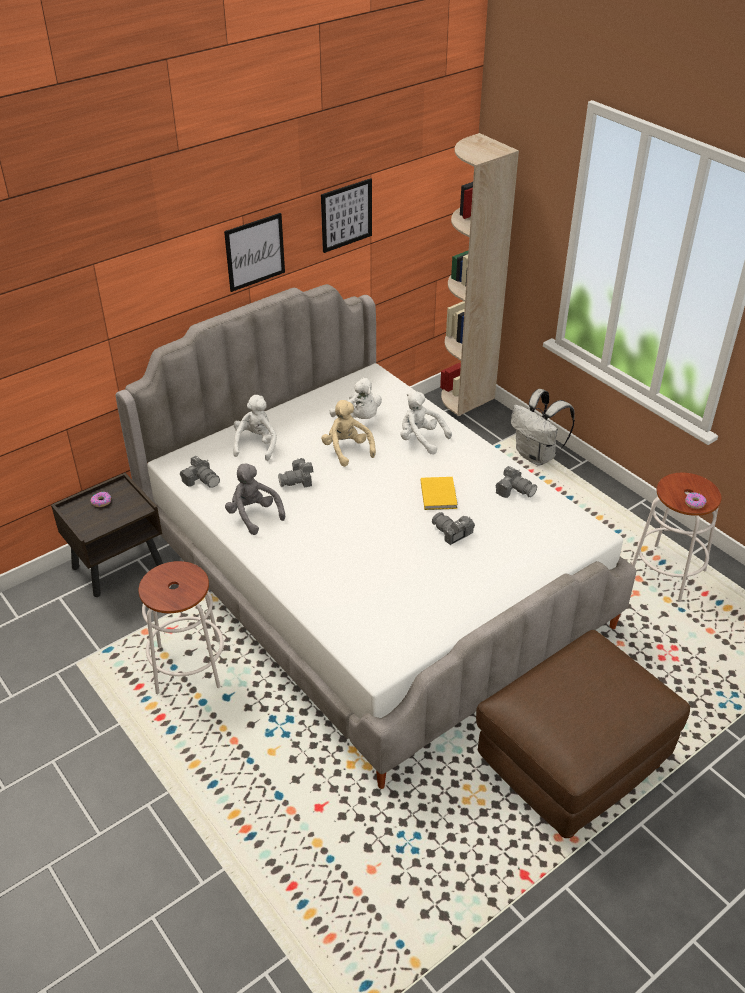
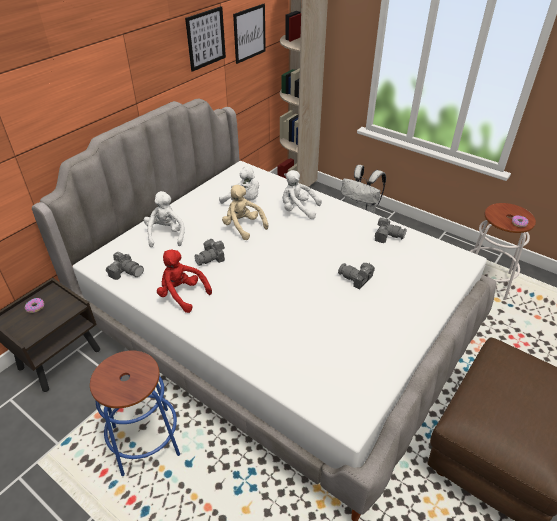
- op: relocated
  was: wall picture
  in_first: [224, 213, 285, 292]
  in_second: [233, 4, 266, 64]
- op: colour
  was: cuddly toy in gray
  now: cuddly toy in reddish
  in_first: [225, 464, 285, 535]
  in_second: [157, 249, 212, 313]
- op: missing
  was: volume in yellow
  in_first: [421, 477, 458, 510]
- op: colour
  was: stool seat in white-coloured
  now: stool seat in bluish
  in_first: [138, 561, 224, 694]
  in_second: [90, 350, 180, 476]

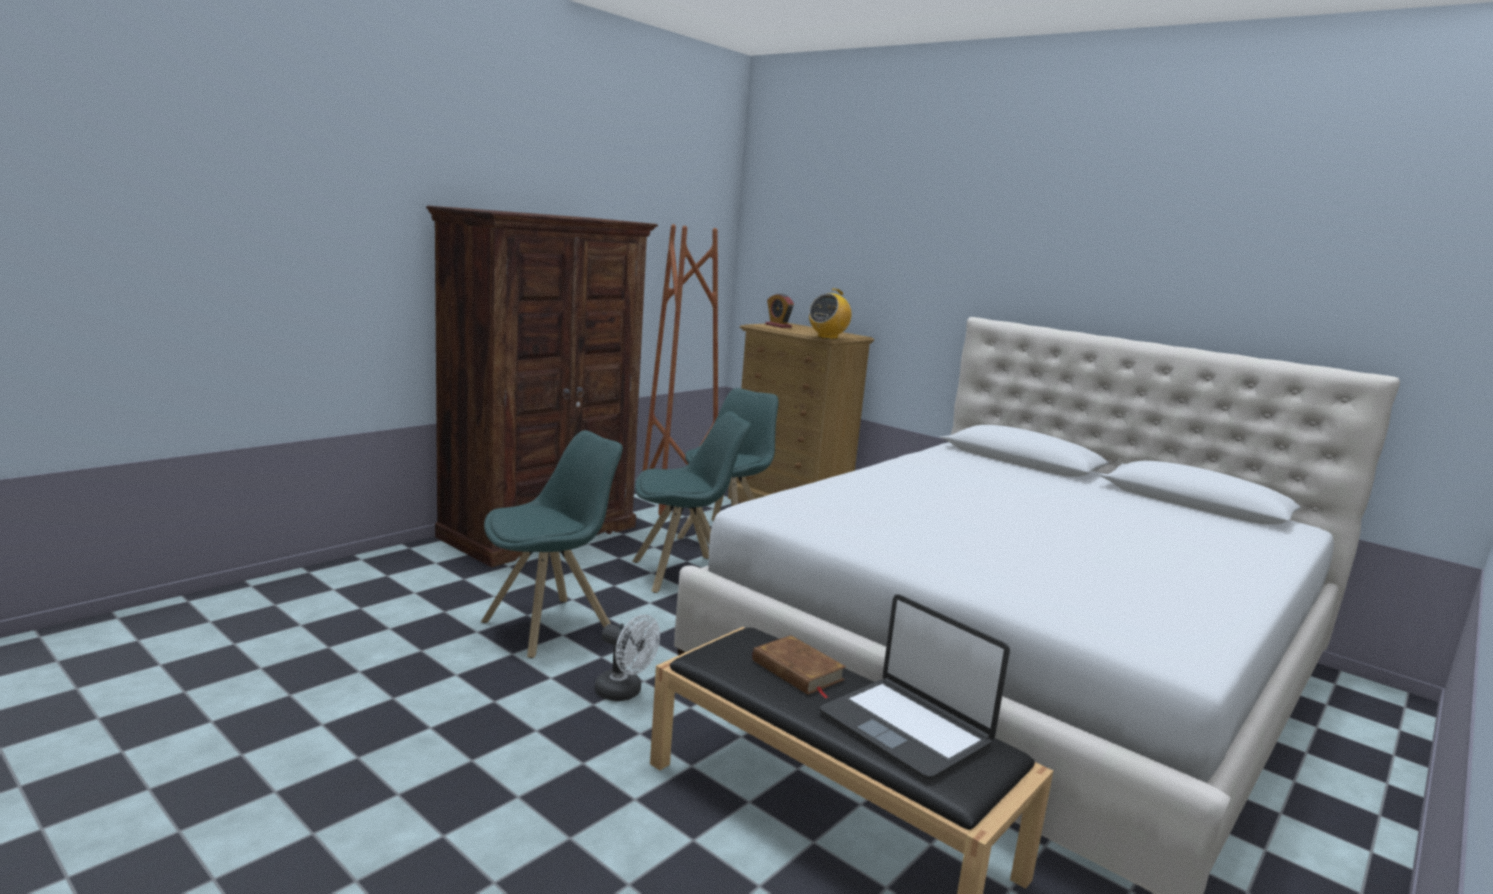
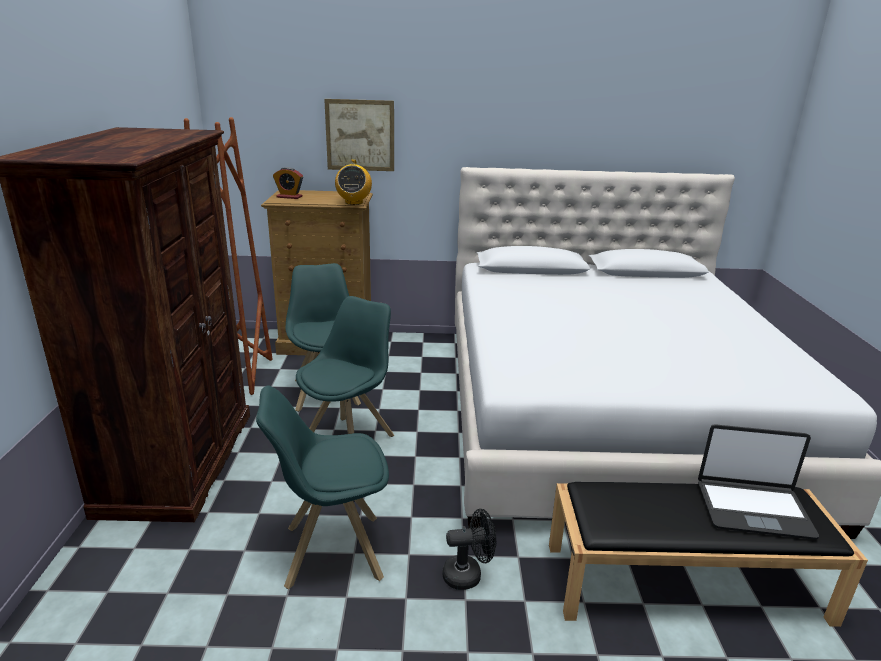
- op: spun
  was: upright chair in turquoise-coloured
  in_first: [481, 430, 623, 658]
  in_second: [256, 386, 389, 589]
  clockwise: -105
- op: colour
  was: cooling fan in white-coloured
  now: cooling fan in blackish
  in_first: [595, 615, 660, 701]
  in_second: [442, 509, 496, 590]
- op: missing
  was: volume in brownish
  in_first: [752, 635, 846, 698]
- op: appeared
  now: wall picture
  in_second: [324, 99, 394, 171]

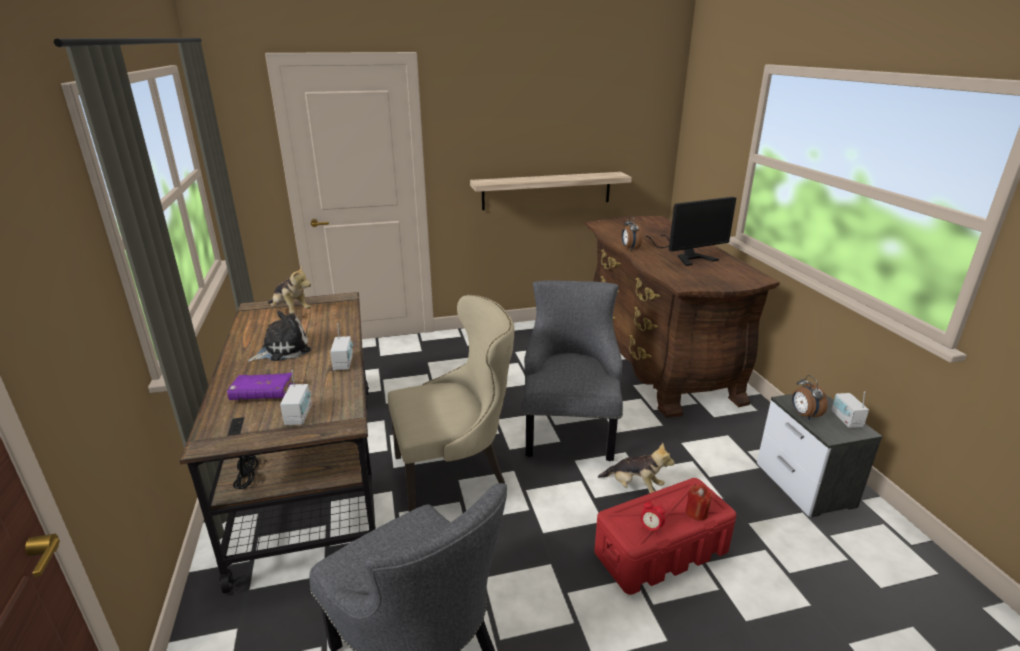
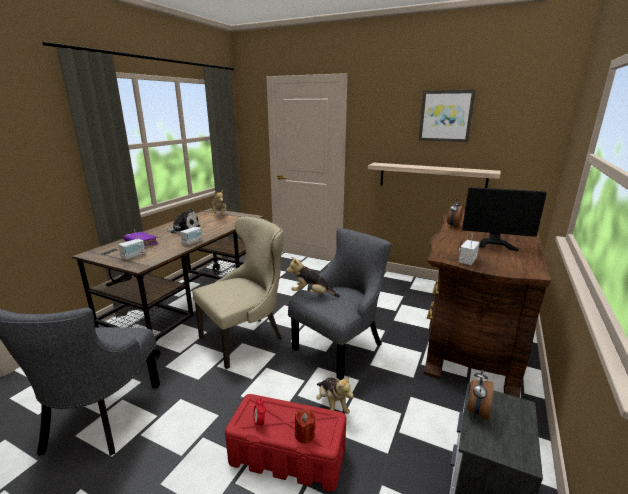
- op: spun
  was: upright chair in beige-coloured
  in_first: [388, 295, 514, 512]
  in_second: [193, 216, 284, 369]
  clockwise: -60
- op: relocated
  was: radio receiver
  in_first: [831, 391, 869, 428]
  in_second: [458, 233, 480, 265]
- op: appeared
  now: wall picture
  in_second: [419, 90, 476, 142]
- op: appeared
  now: cuddly toy
  in_second: [286, 257, 340, 297]

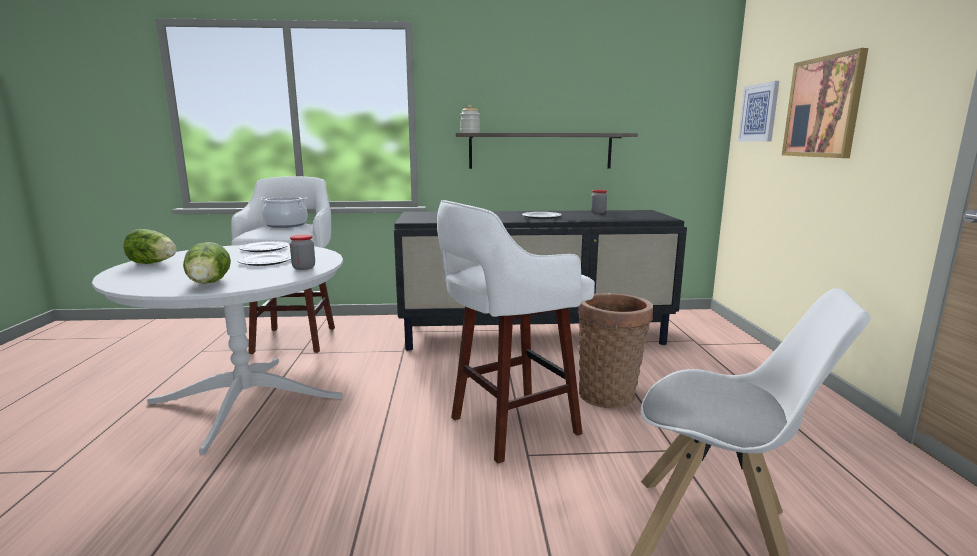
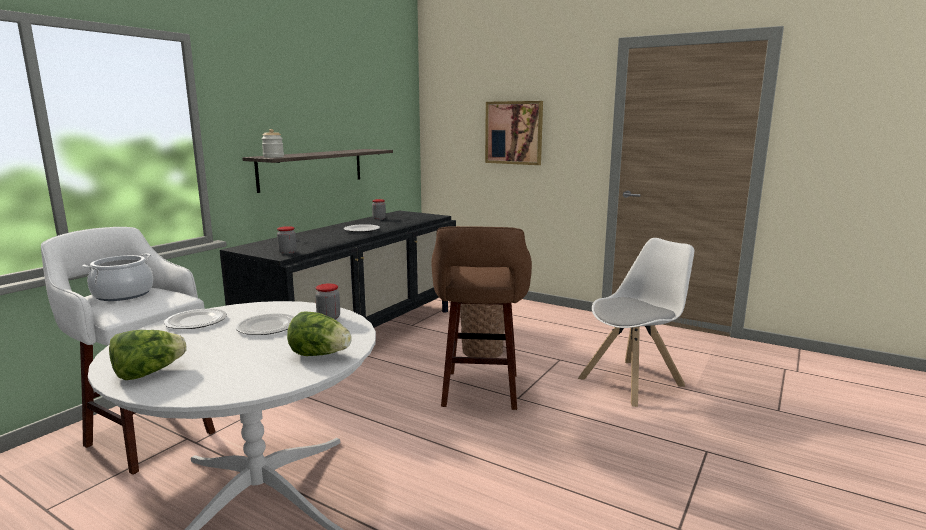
- op: missing
  was: wall picture
  in_first: [738, 81, 779, 141]
- op: colour
  was: stool seat in white-coloured
  now: stool seat in brownish
  in_first: [437, 200, 595, 463]
  in_second: [431, 226, 532, 410]
- op: appeared
  now: preserve jar
  in_second: [277, 226, 297, 254]

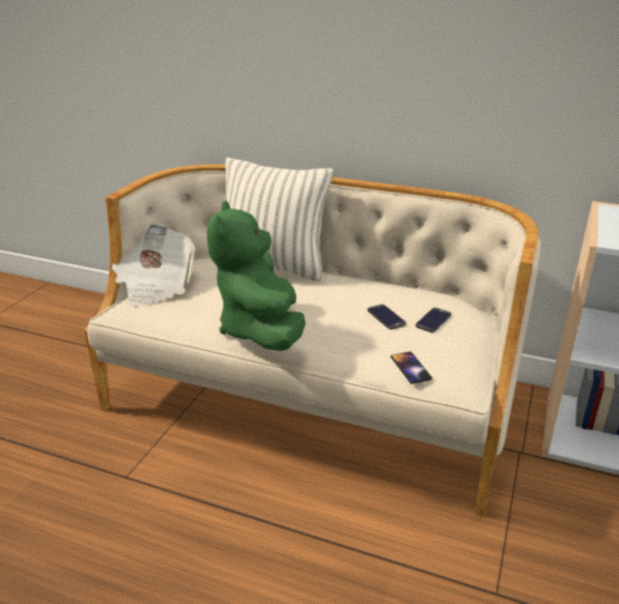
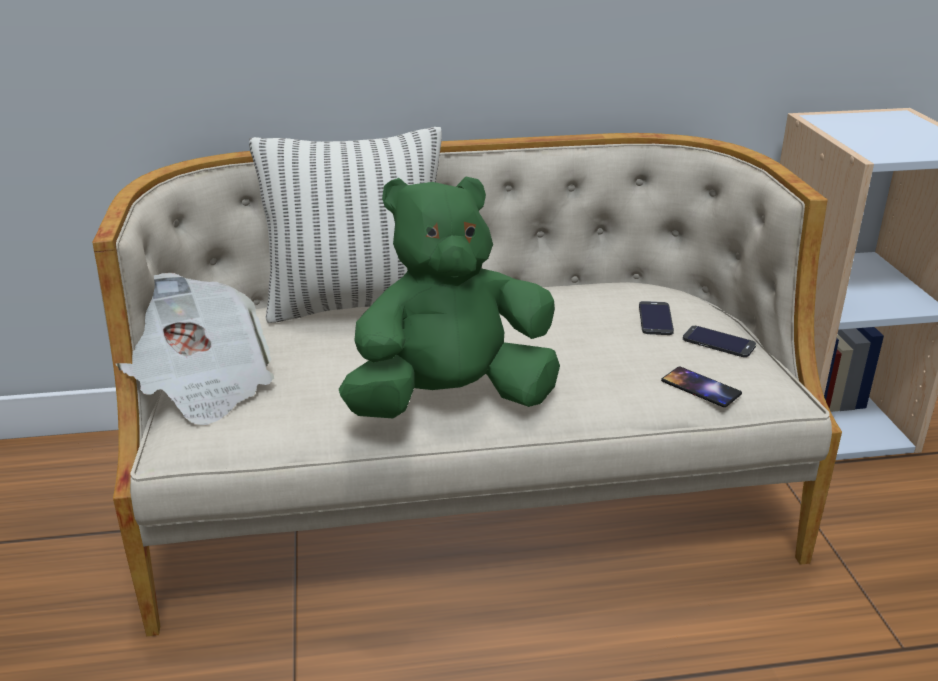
- op: spun
  was: cuddly toy in greenish
  in_first: [207, 201, 306, 351]
  in_second: [339, 176, 560, 418]
  clockwise: 105
- op: relocated
  was: phone
  in_first: [367, 304, 406, 329]
  in_second: [683, 326, 756, 357]

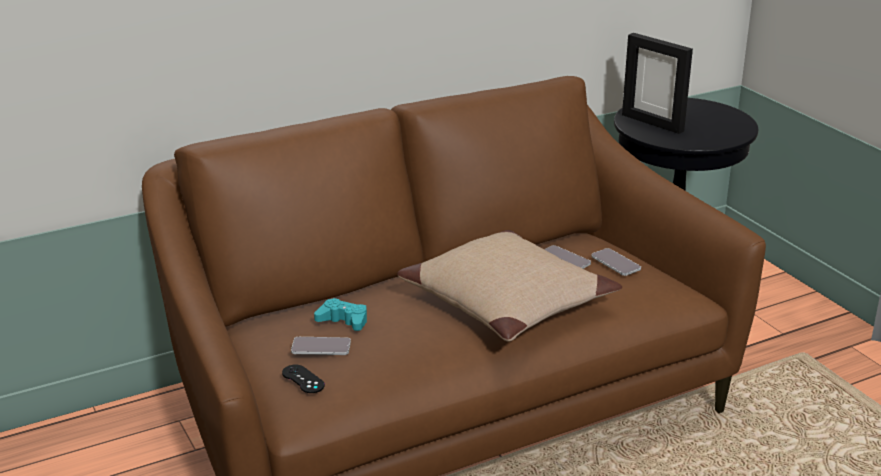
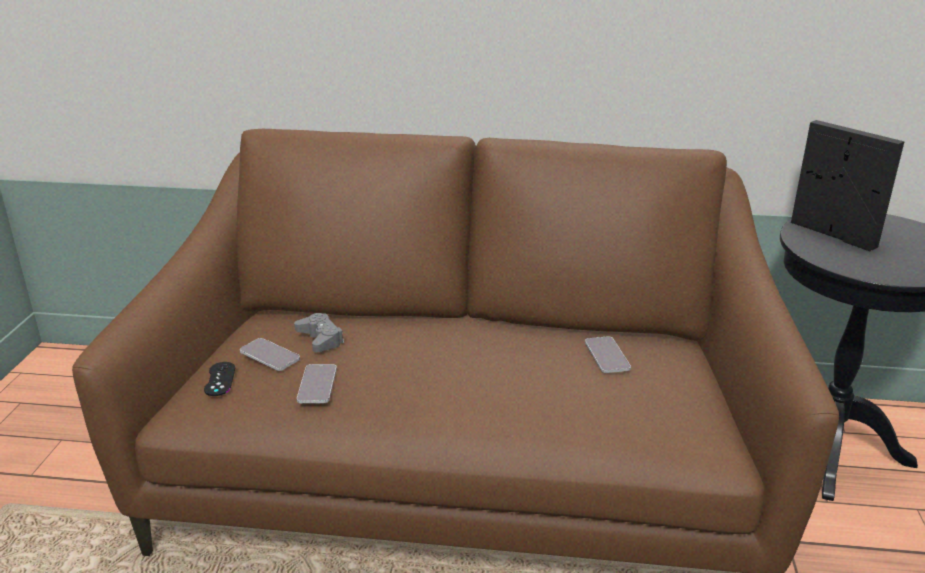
- op: spun
  was: picture frame
  in_first: [622, 33, 693, 134]
  in_second: [791, 120, 904, 252]
  clockwise: 150
- op: missing
  was: throw pillow in beige-coloured
  in_first: [397, 230, 622, 341]
- op: relocated
  was: phone
  in_first: [591, 248, 641, 276]
  in_second: [297, 364, 337, 403]
- op: colour
  was: joypad in turquoise-coloured
  now: joypad in gray
  in_first: [314, 298, 367, 331]
  in_second: [294, 313, 344, 352]

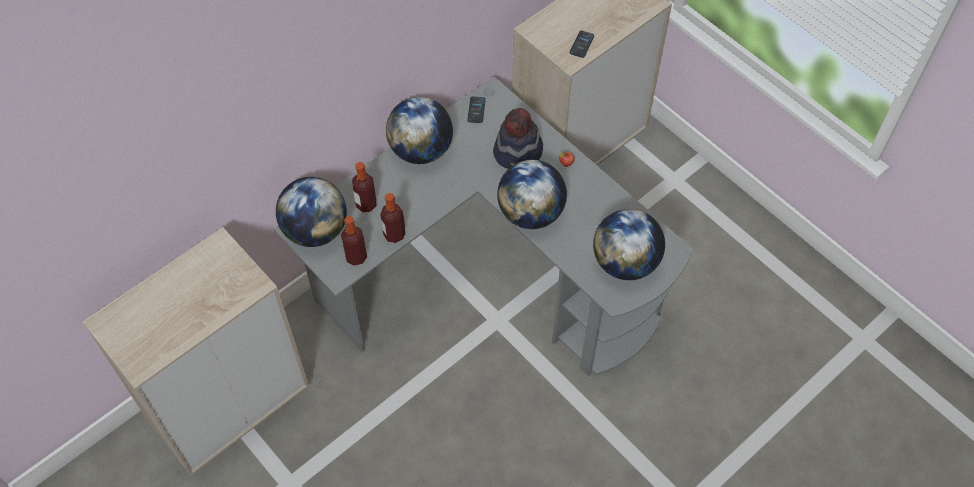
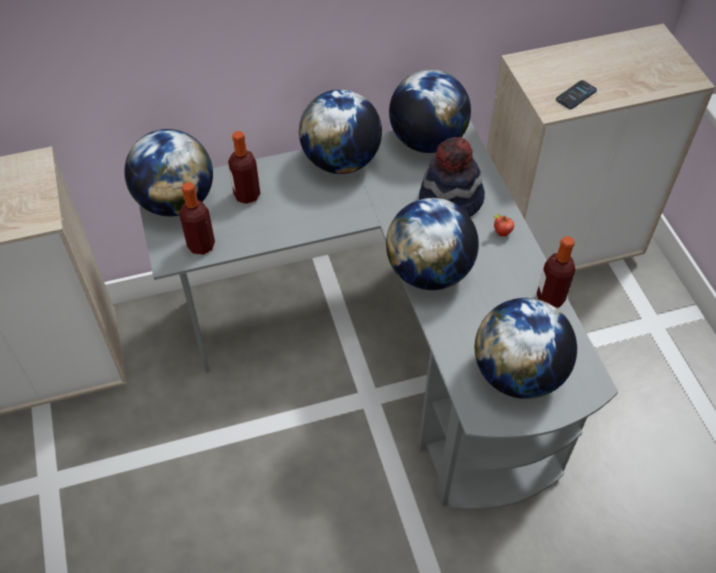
- op: exchanged
  was: phone
  now: world globe
  in_first: [467, 97, 485, 123]
  in_second: [389, 70, 471, 153]
- op: relocated
  was: drink bottle
  in_first: [380, 193, 406, 243]
  in_second: [537, 236, 576, 308]

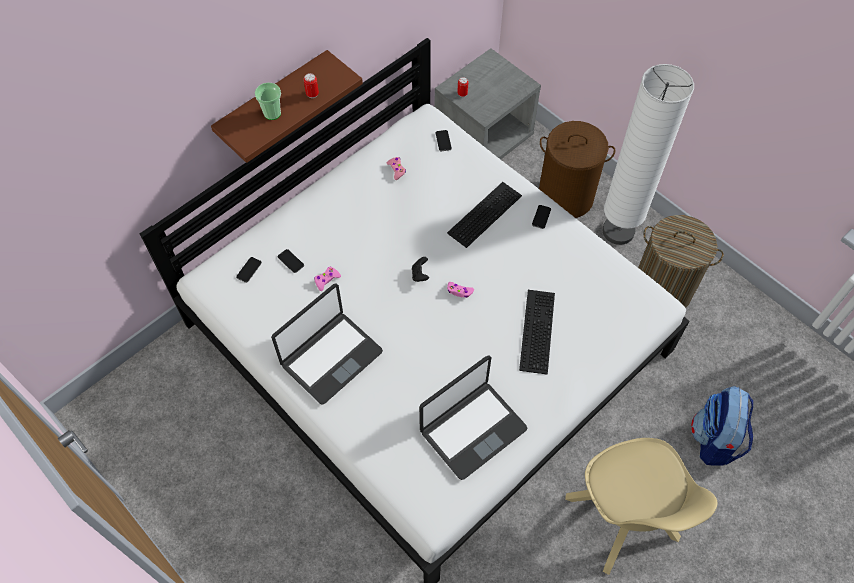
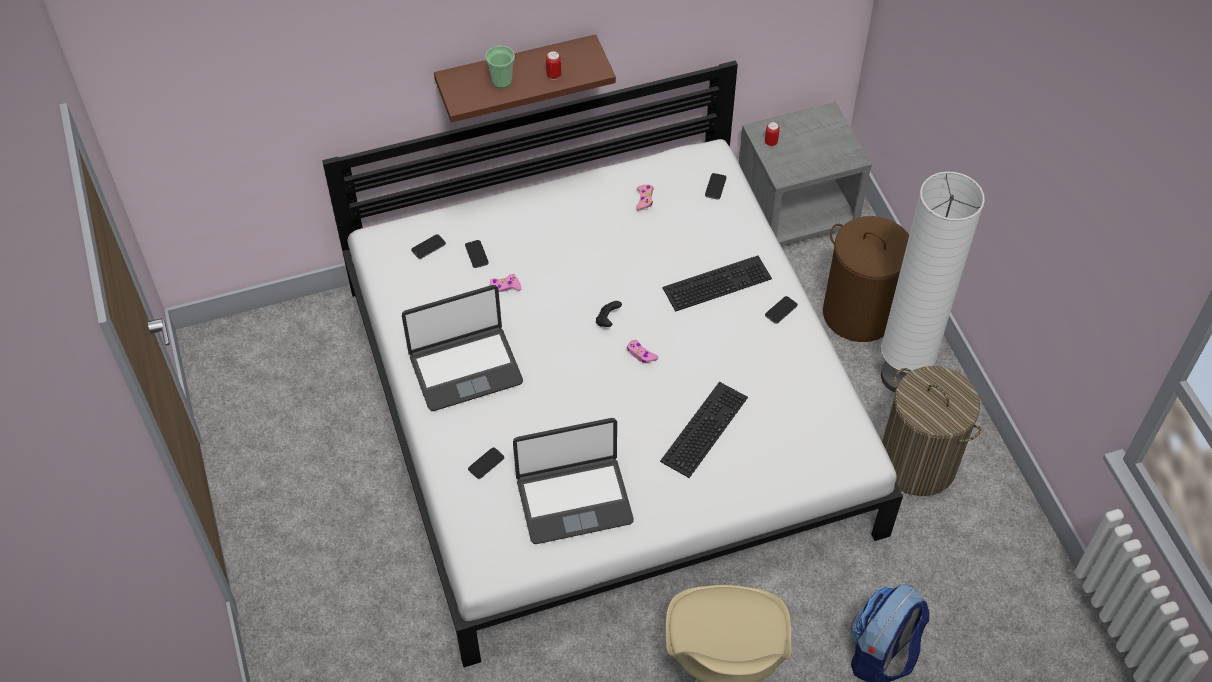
- op: appeared
  now: phone
  in_second: [468, 447, 504, 479]

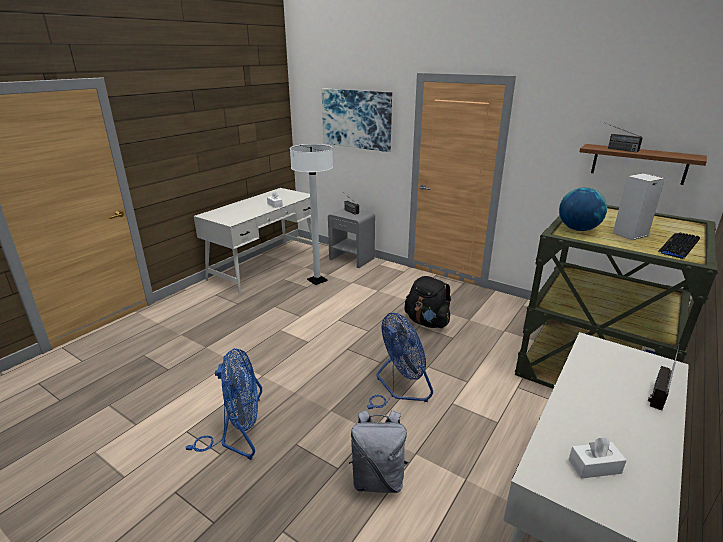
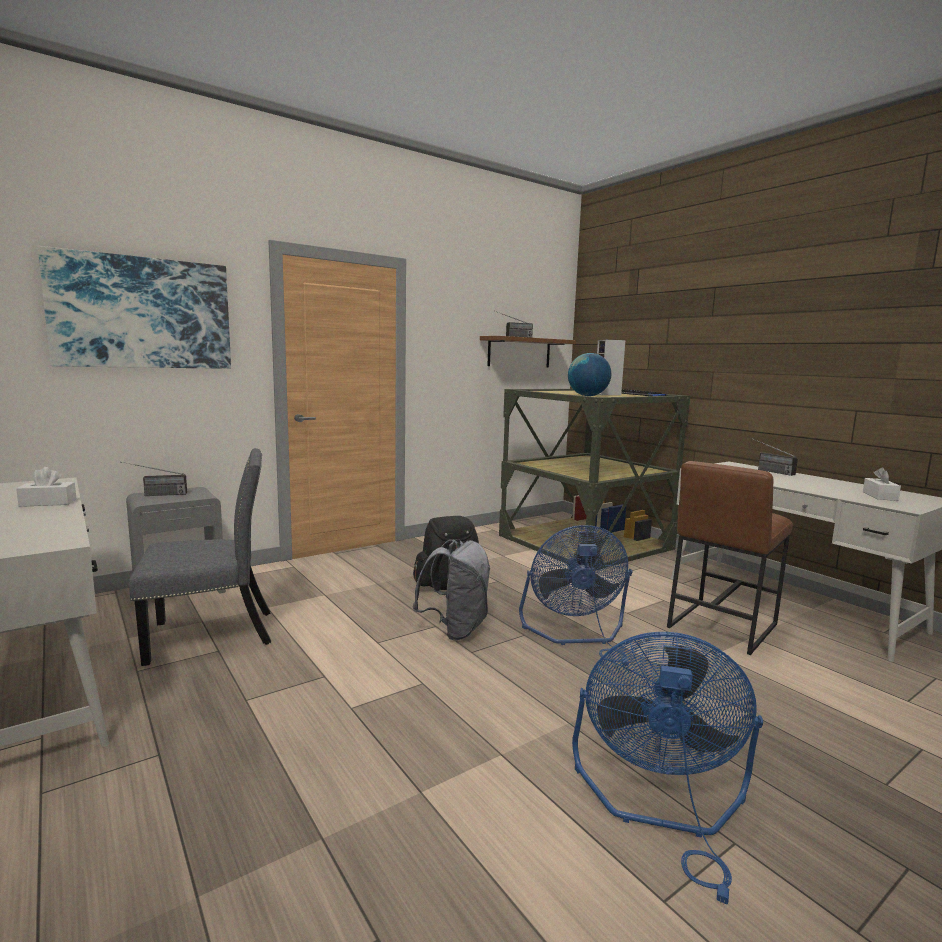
- op: exchanged
  was: standing lamp in white-coloured
  now: upright chair in gray
  in_first: [290, 144, 333, 285]
  in_second: [129, 448, 271, 666]
- op: relocated
  was: rucksack in gray
  in_first: [349, 410, 408, 493]
  in_second: [413, 539, 490, 640]
- op: appeared
  now: upright chair in brownish
  in_second: [667, 461, 793, 655]

